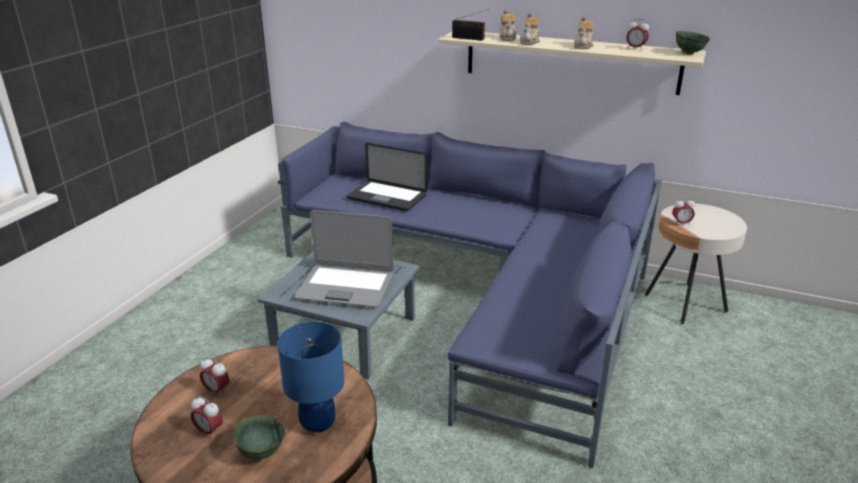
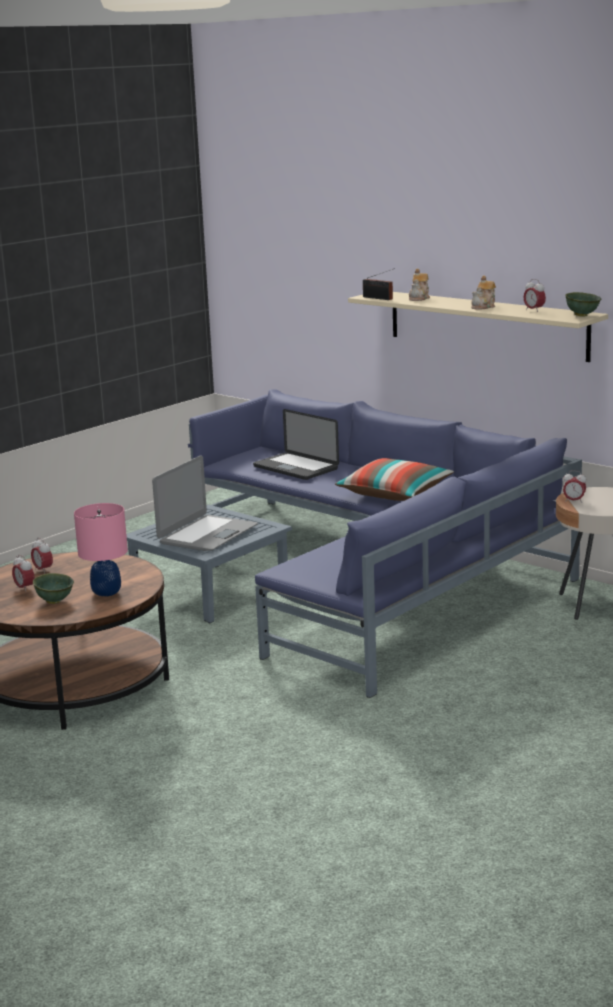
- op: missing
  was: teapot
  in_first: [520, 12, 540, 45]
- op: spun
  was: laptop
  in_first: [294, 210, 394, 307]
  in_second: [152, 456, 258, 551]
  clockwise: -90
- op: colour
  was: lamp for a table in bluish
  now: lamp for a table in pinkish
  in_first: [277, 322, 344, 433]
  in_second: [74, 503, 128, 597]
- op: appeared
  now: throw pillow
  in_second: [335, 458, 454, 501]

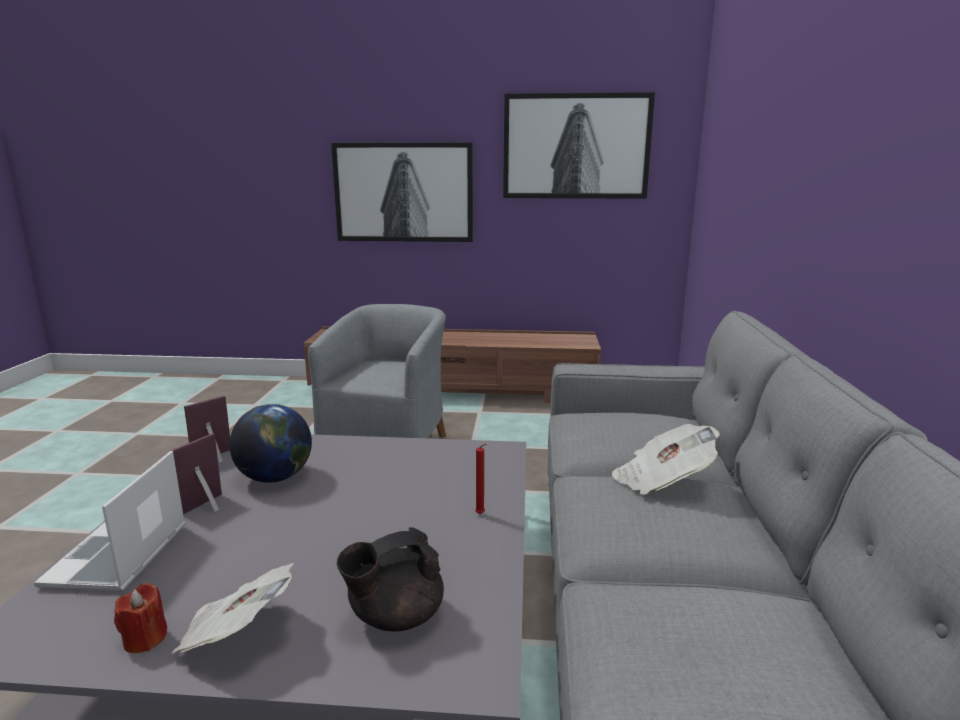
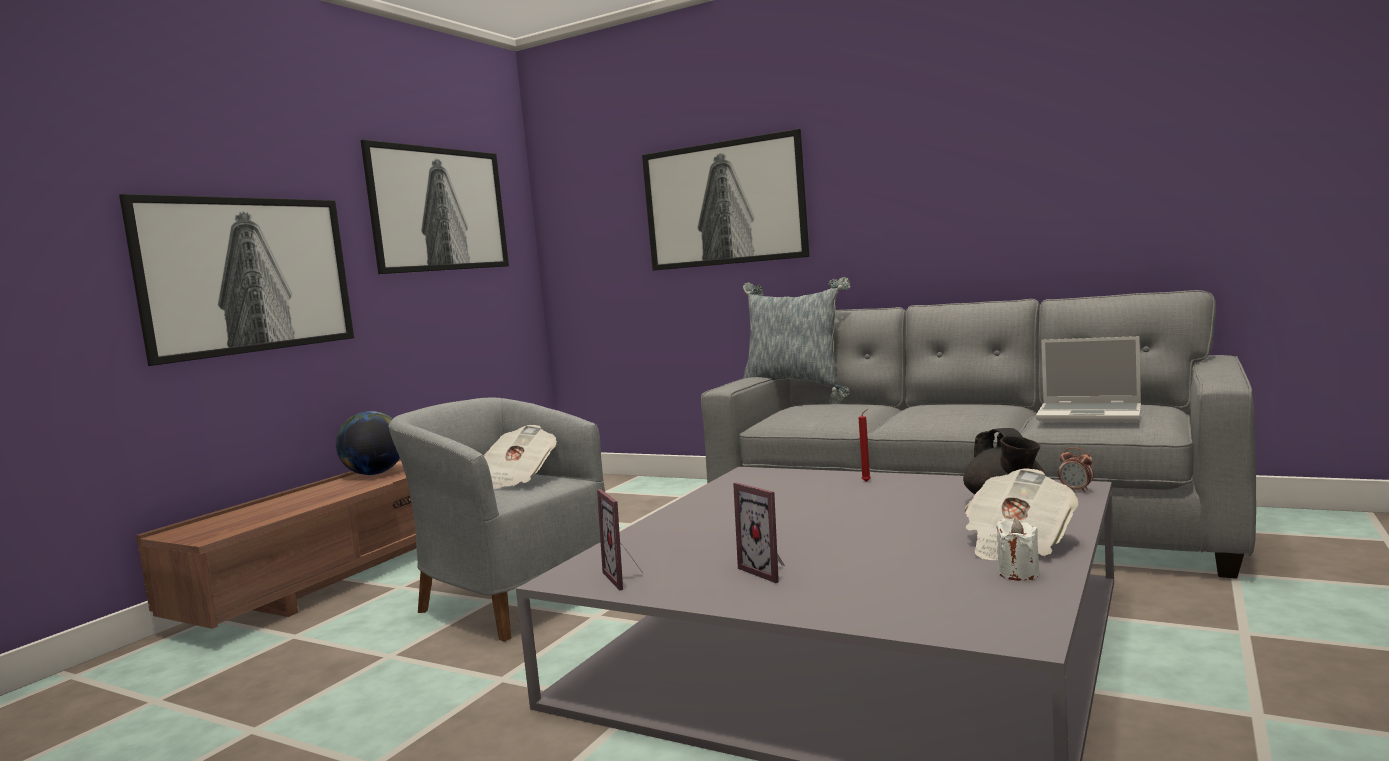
- op: relocated
  was: world globe
  in_first: [229, 404, 312, 483]
  in_second: [336, 411, 400, 475]
- op: relocated
  was: printed paper
  in_first: [612, 424, 720, 495]
  in_second: [483, 425, 556, 489]
- op: relocated
  was: laptop
  in_first: [34, 451, 185, 591]
  in_second: [1036, 336, 1141, 422]
- op: colour
  was: wax candle in reddish
  now: wax candle in white-coloured
  in_first: [114, 583, 167, 653]
  in_second: [996, 519, 1039, 581]
- op: appeared
  now: wall picture
  in_second: [642, 129, 810, 271]
- op: appeared
  now: throw pillow
  in_second: [743, 277, 851, 404]
- op: appeared
  now: bedside clock
  in_second: [1058, 447, 1094, 493]

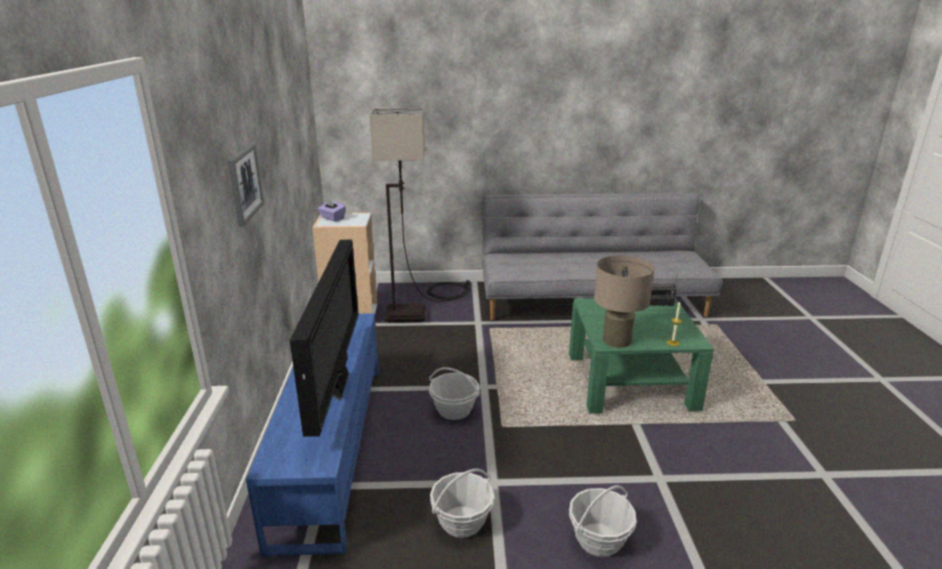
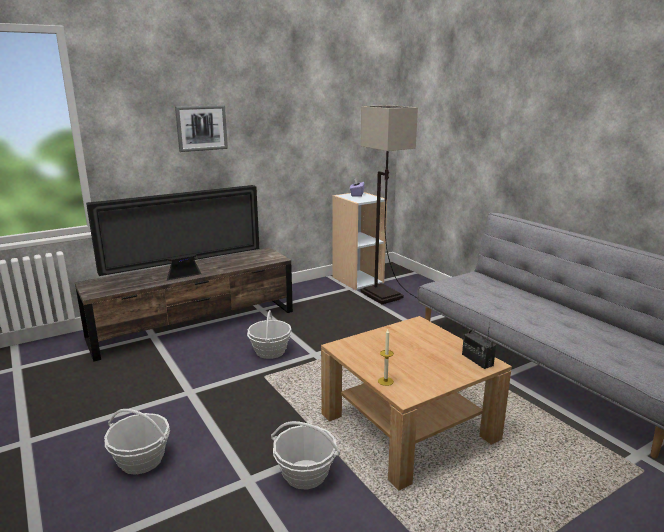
- op: missing
  was: lamp for a table in beige-coloured
  in_first: [594, 256, 655, 348]
- op: colour
  was: lounge table in greenish
  now: lounge table in brownish
  in_first: [569, 298, 714, 414]
  in_second: [321, 316, 512, 491]
- op: colour
  was: media console in bluish
  now: media console in brownish
  in_first: [246, 313, 379, 556]
  in_second: [75, 248, 293, 362]
- op: relocated
  was: basket
  in_first: [430, 469, 495, 538]
  in_second: [271, 421, 340, 490]

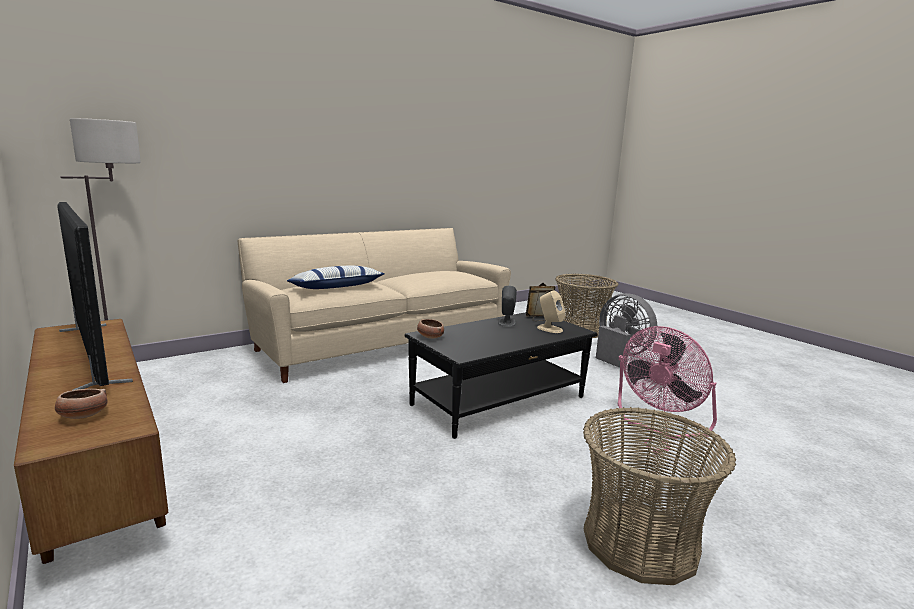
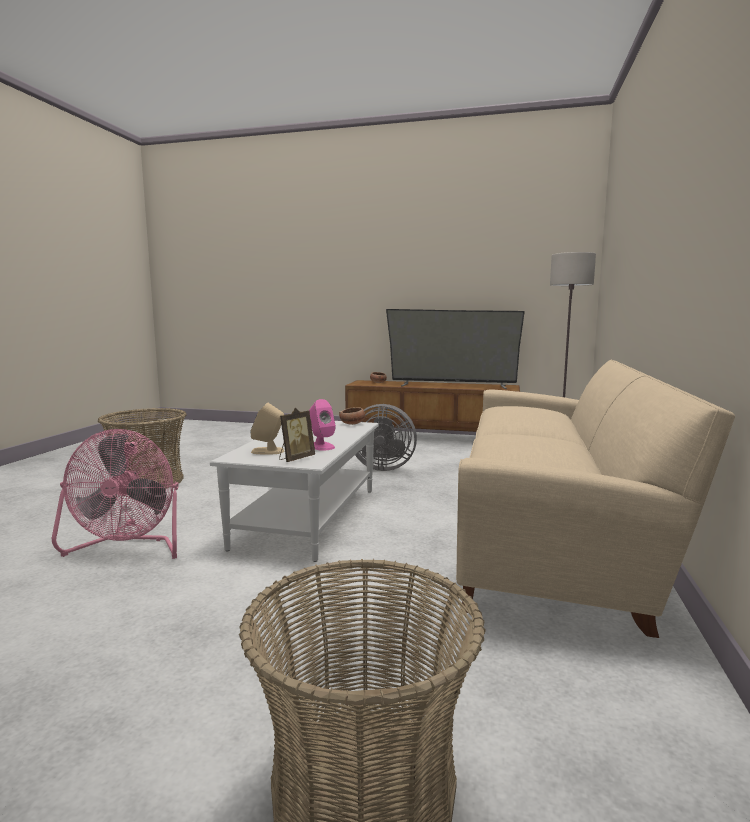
- op: missing
  was: throw pillow
  in_first: [287, 266, 384, 289]
- op: colour
  was: audio speaker in gray
  now: audio speaker in pinkish
  in_first: [498, 286, 517, 327]
  in_second: [310, 399, 336, 451]
- op: relocated
  was: cooling fan in gray
  in_first: [596, 293, 657, 368]
  in_second: [355, 404, 417, 471]
- op: colour
  was: lounge table in blackish
  now: lounge table in white-coloured
  in_first: [405, 312, 598, 439]
  in_second: [210, 421, 378, 562]

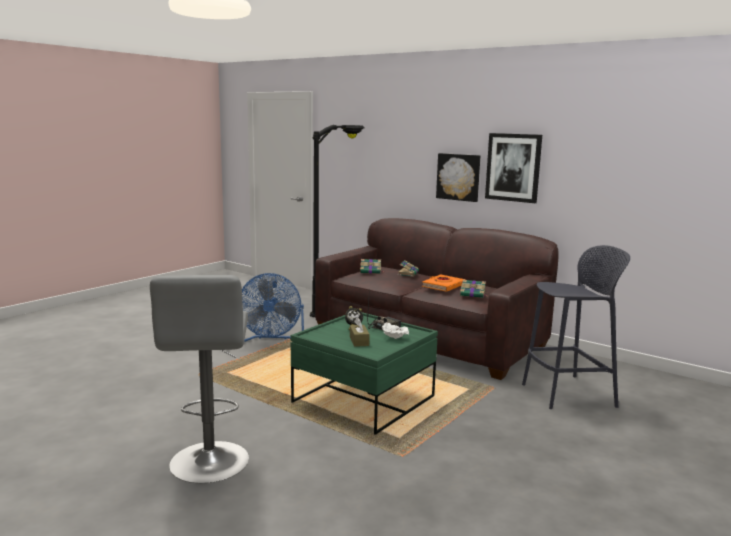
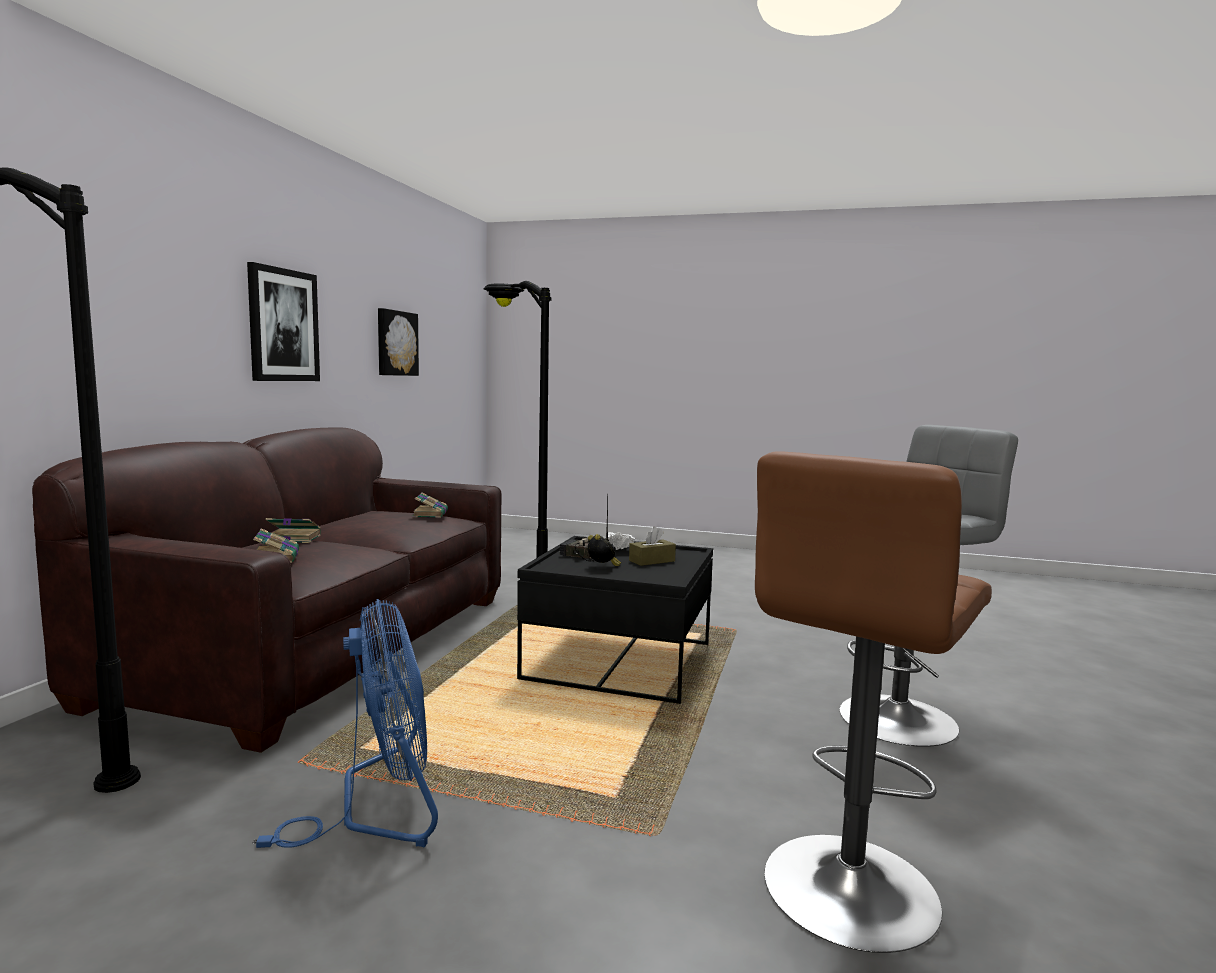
- op: relocated
  was: wall picture
  in_first: [436, 153, 480, 202]
  in_second: [378, 308, 419, 376]
- op: exchanged
  was: stool seat in gray
  now: standing lamp in blackish
  in_first: [522, 245, 630, 409]
  in_second: [483, 281, 552, 558]
- op: missing
  was: volume in orangey
  in_first: [422, 274, 465, 292]
- op: colour
  was: lounge table in greenish
  now: lounge table in blackish
  in_first: [290, 312, 438, 435]
  in_second: [517, 536, 713, 704]
- op: appeared
  now: stool seat in brownish
  in_second: [755, 451, 992, 953]

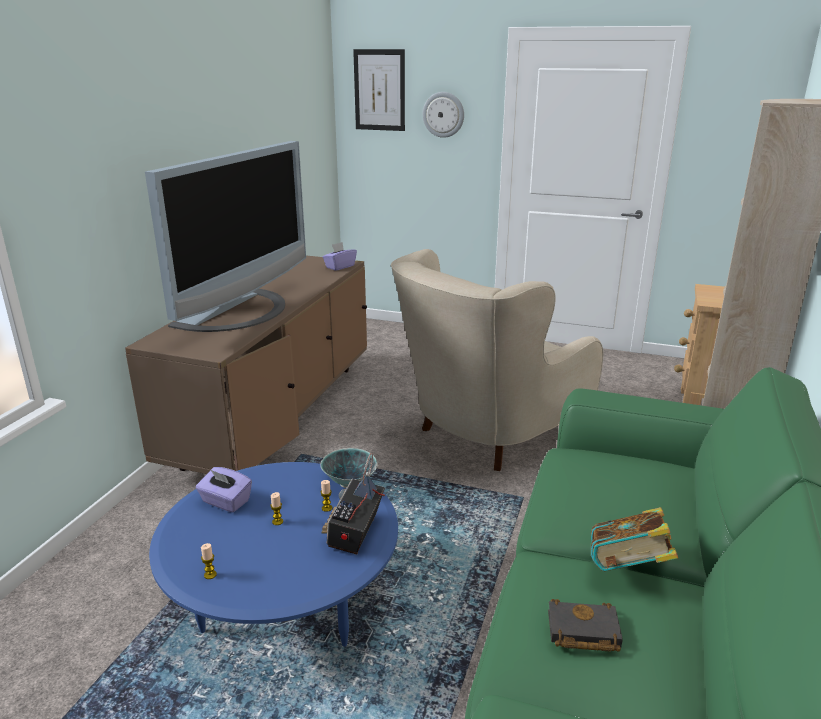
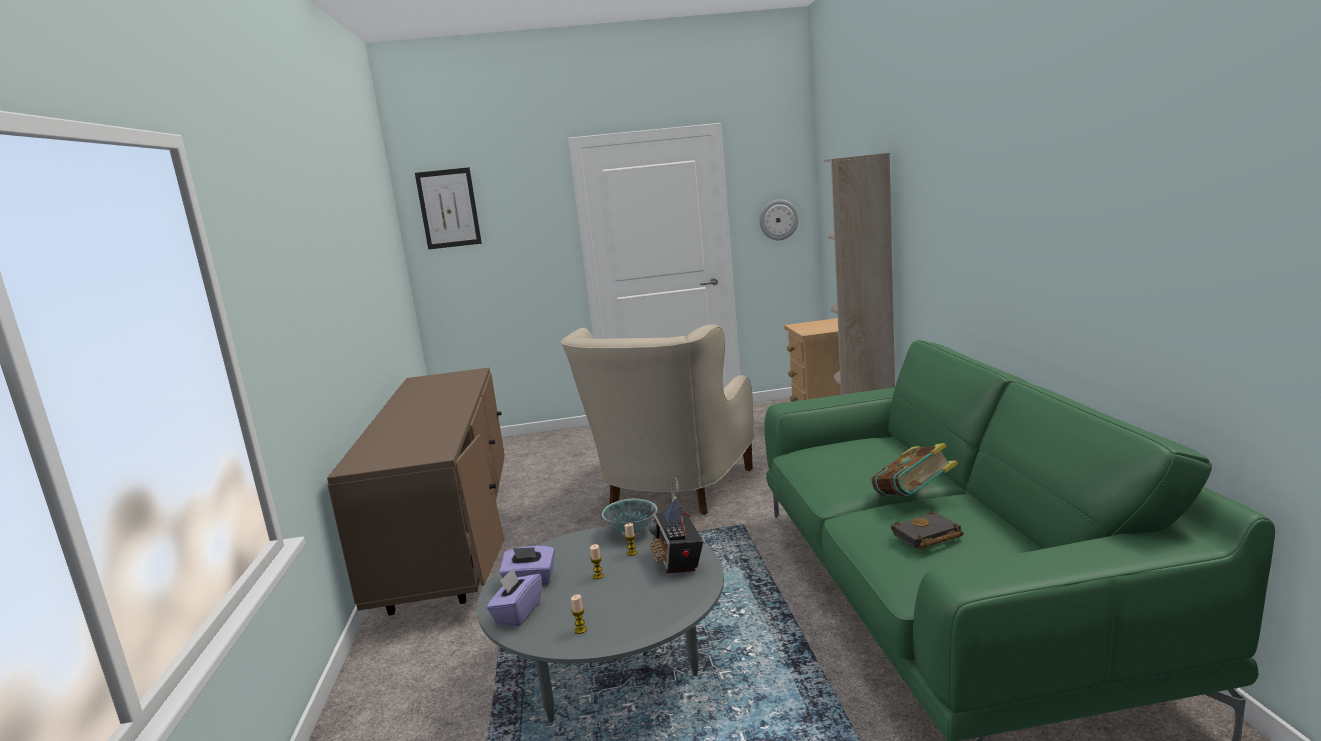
- op: relocated
  was: clock on the wall
  in_first: [423, 92, 464, 138]
  in_second: [760, 200, 799, 240]
- op: missing
  was: television
  in_first: [145, 141, 306, 332]
- op: relocated
  was: tissue box in purple
  in_first: [323, 242, 357, 271]
  in_second: [487, 568, 542, 626]
- op: colour
  was: lounge table in bluish
  now: lounge table in gray
  in_first: [149, 462, 398, 647]
  in_second: [477, 526, 724, 723]

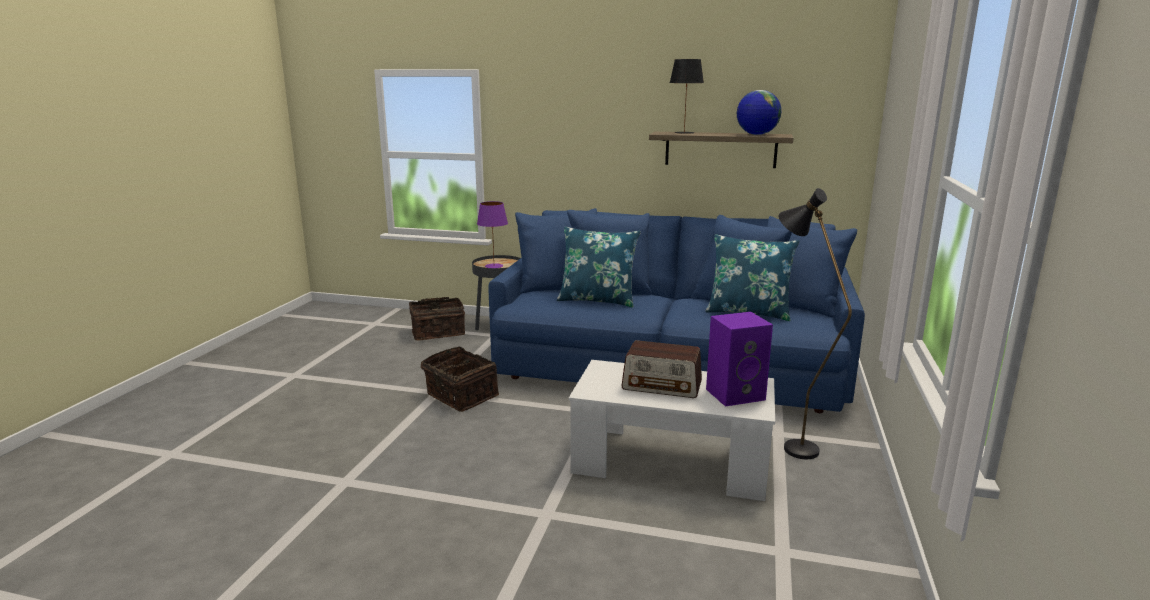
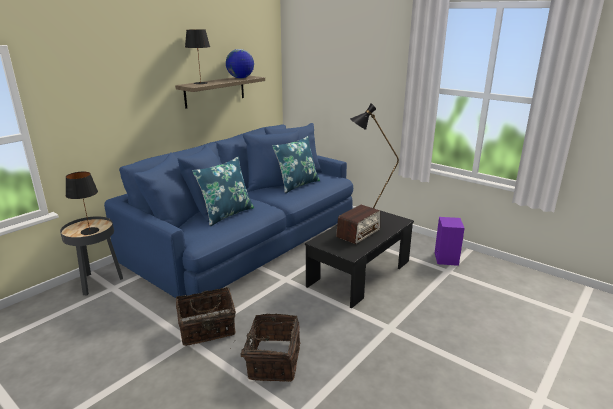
- op: colour
  was: lamp for a table in purple
  now: lamp for a table in blackish
  in_first: [477, 201, 508, 268]
  in_second: [66, 172, 99, 235]
- op: relocated
  was: basket
  in_first: [409, 297, 465, 340]
  in_second: [234, 314, 300, 382]
- op: relocated
  was: audio speaker in purple
  in_first: [706, 312, 773, 407]
  in_second: [435, 217, 465, 266]
- op: colour
  was: lounge table in white-coloured
  now: lounge table in blackish
  in_first: [569, 360, 775, 501]
  in_second: [305, 210, 414, 308]

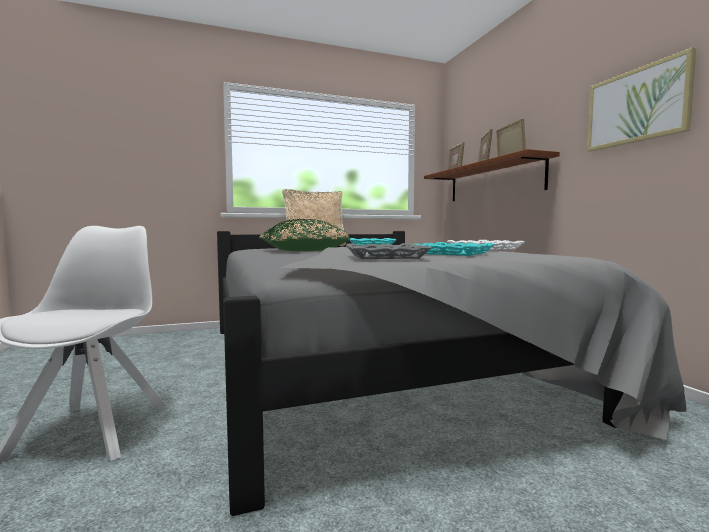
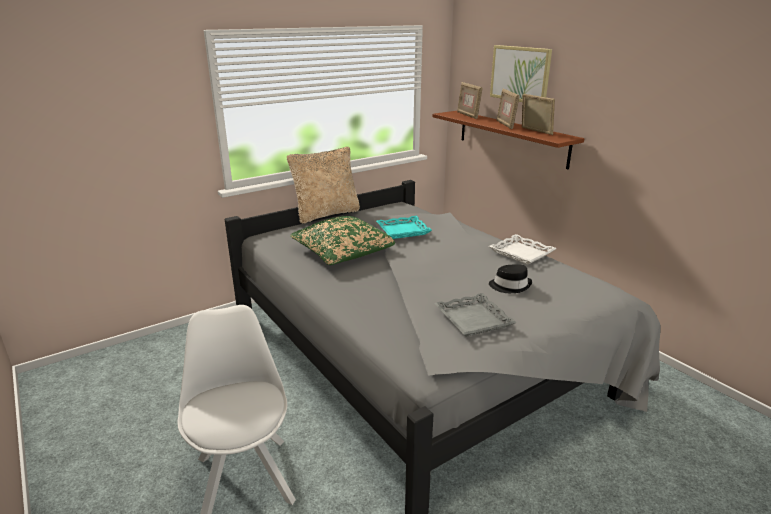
- op: relocated
  was: wall picture
  in_first: [587, 47, 696, 152]
  in_second: [490, 45, 552, 102]
- op: exchanged
  was: tray in turquoise-coloured
  now: clothing hat in blackish
  in_first: [413, 242, 495, 256]
  in_second: [489, 264, 532, 293]

